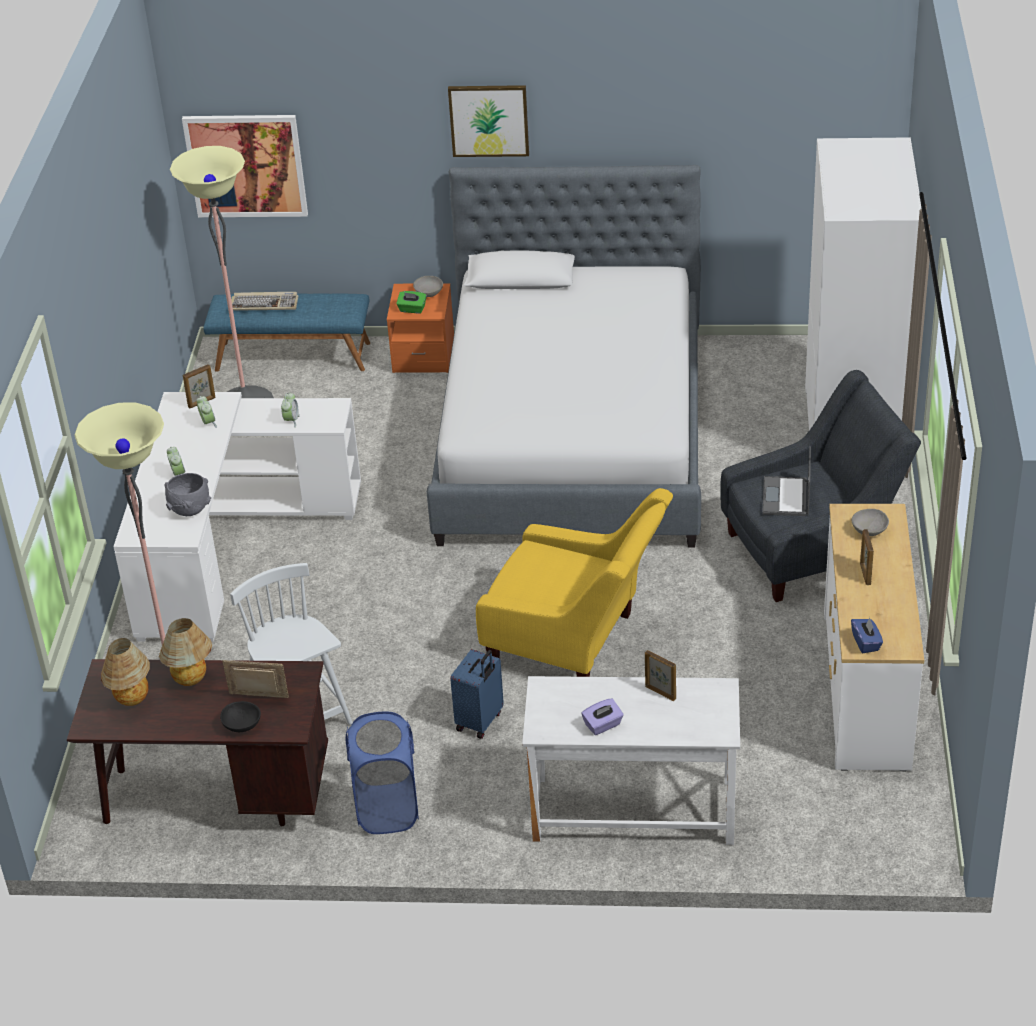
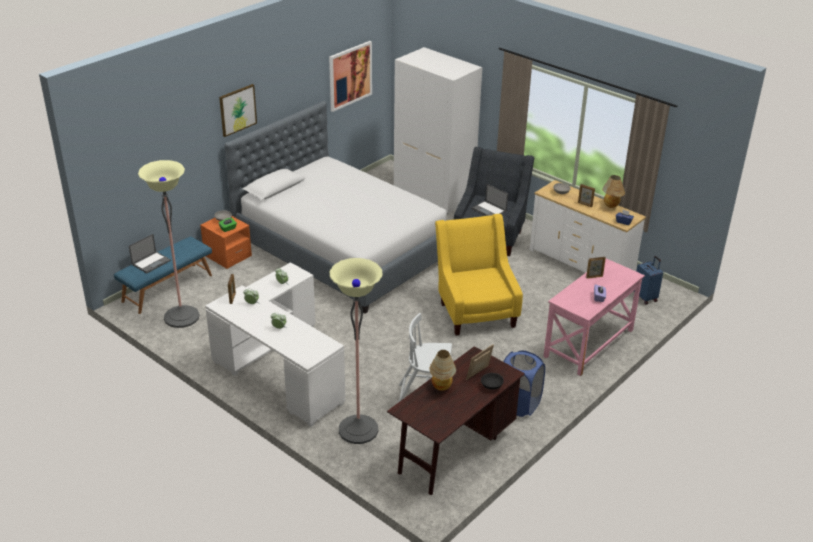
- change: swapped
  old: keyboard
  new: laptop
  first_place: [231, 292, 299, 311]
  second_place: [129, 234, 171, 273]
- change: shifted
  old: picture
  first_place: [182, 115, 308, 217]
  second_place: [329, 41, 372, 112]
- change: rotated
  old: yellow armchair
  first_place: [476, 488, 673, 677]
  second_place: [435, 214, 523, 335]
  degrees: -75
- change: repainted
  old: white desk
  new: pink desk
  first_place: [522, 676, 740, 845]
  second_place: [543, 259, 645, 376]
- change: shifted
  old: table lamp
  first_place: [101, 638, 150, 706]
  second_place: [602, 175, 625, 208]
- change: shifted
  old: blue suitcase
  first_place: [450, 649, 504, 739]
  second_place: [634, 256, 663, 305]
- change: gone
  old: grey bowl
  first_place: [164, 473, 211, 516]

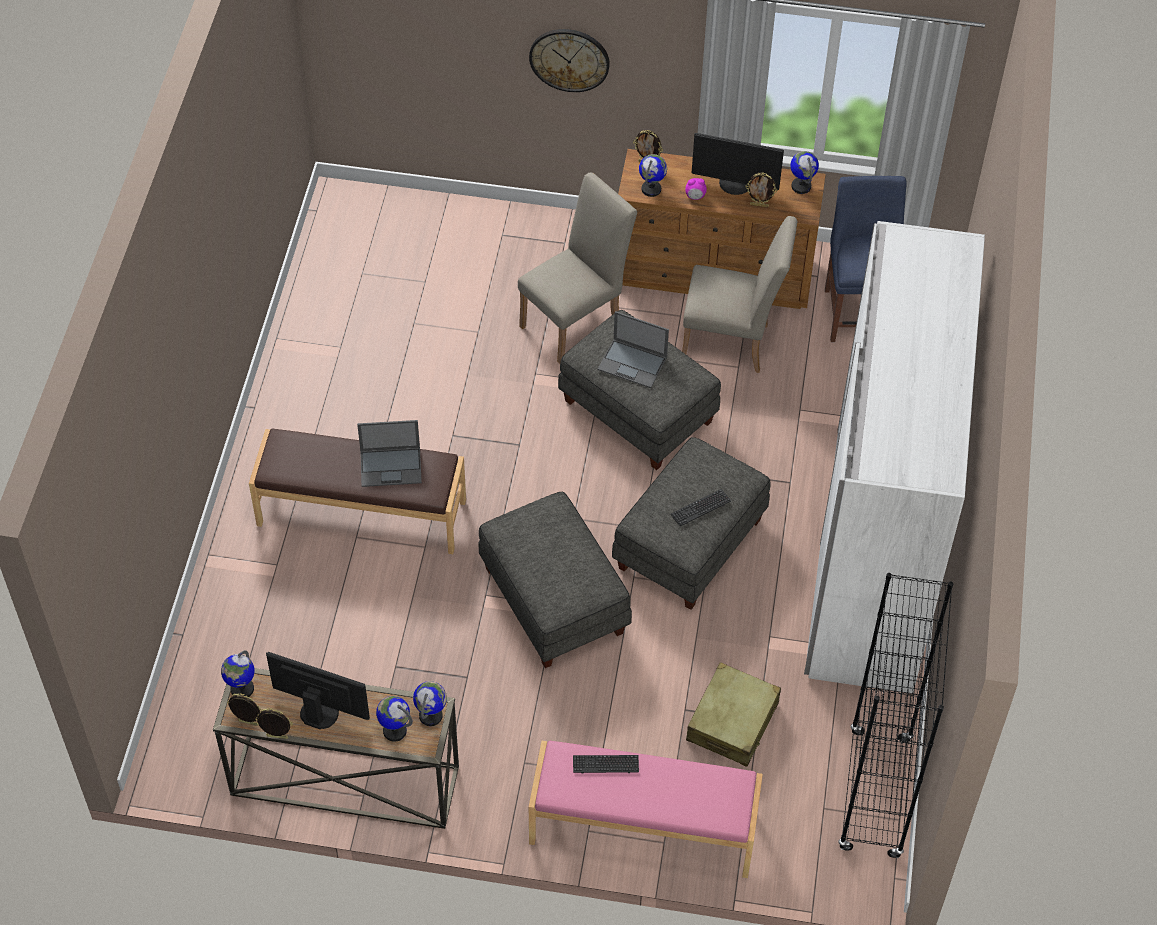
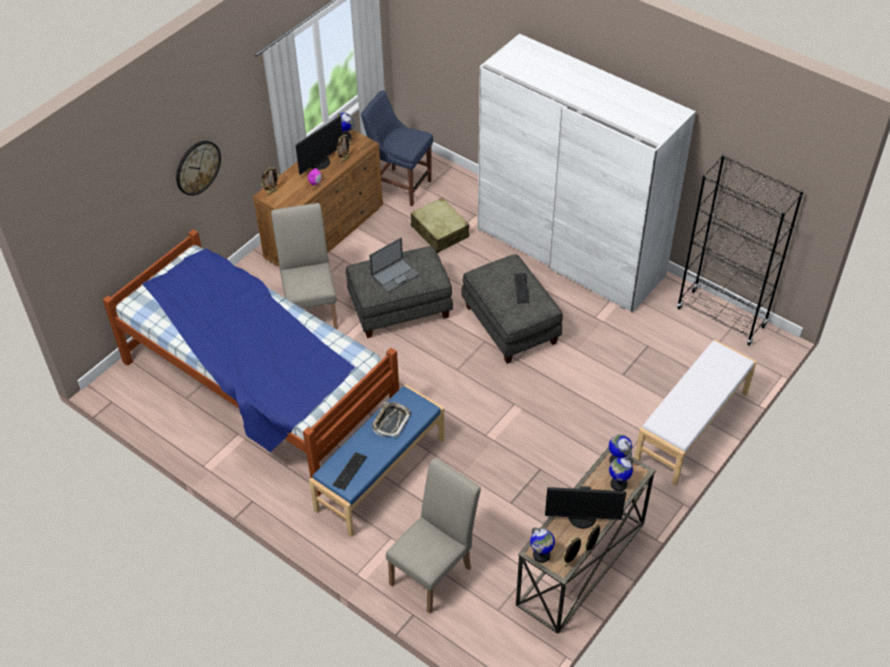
- change: new
  new: bed
  second_place: [103, 229, 399, 496]
- change: repainted
  old: brown bench
  new: blue bench
  first_place: [249, 428, 466, 554]
  second_place: [309, 384, 445, 537]
- change: shifted
  old: keyboard
  first_place: [573, 755, 639, 773]
  second_place: [333, 452, 367, 490]
- change: swapped
  old: laptop
  new: tray
  first_place: [357, 420, 422, 487]
  second_place: [372, 402, 411, 437]
- change: shifted
  old: beige chair
  first_place: [682, 216, 797, 373]
  second_place: [386, 458, 481, 614]
- change: shifted
  old: beige suitcase
  first_place: [686, 662, 781, 767]
  second_place: [411, 198, 469, 253]
- change: rotated
  old: monitor
  first_place: [266, 652, 370, 729]
  second_place: [545, 486, 626, 529]
  degrees: -135
- change: repainted
  old: pink bench
  new: white bench
  first_place: [529, 741, 763, 878]
  second_place: [635, 339, 757, 486]
- change: gone
  old: grey ottoman
  first_place: [479, 492, 632, 668]
- change: gone
  old: globe
  first_place: [639, 154, 667, 197]

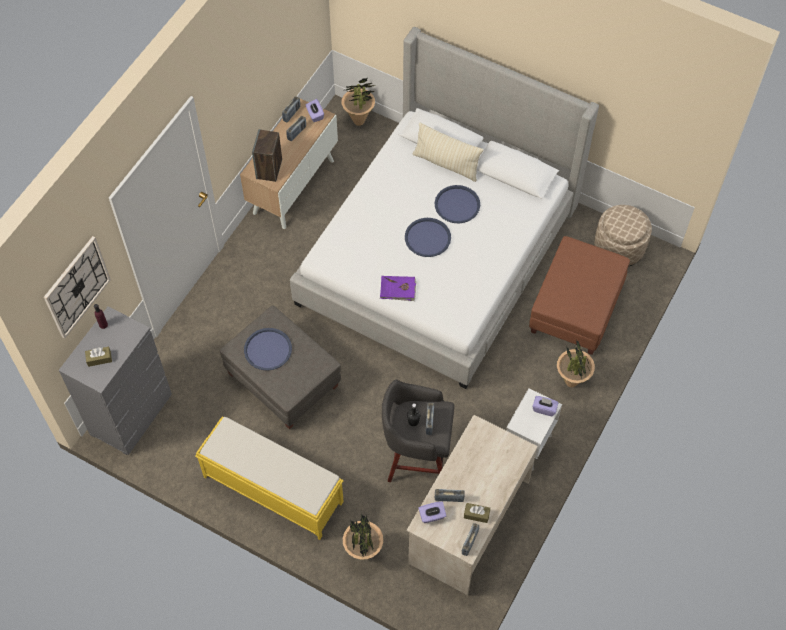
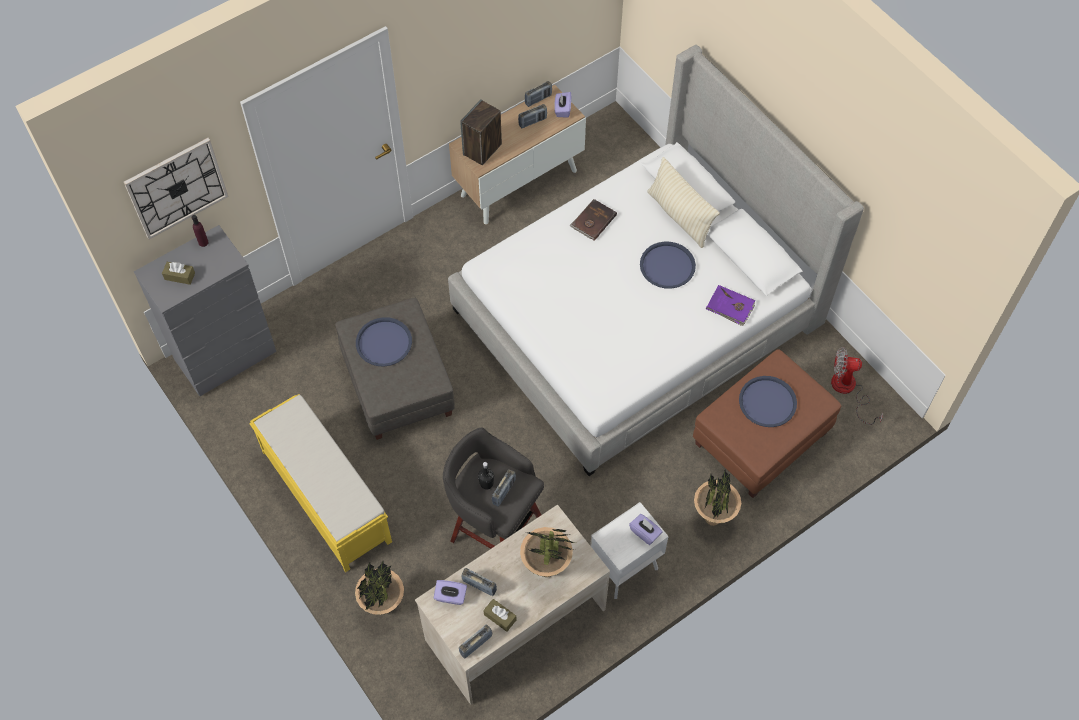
- change: shifted
  old: potted plant
  first_place: [342, 78, 375, 126]
  second_place: [520, 527, 575, 577]
- change: new
  new: brown book
  second_place: [569, 199, 617, 241]
- change: shifted
  old: purple book
  first_place: [380, 276, 416, 301]
  second_place: [706, 285, 755, 326]
- change: shifted
  old: blue tray
  first_place: [405, 218, 451, 257]
  second_place: [739, 376, 797, 427]
- change: swapped
  old: beige ottoman
  new: fan
  first_place: [594, 205, 652, 267]
  second_place: [831, 347, 883, 425]

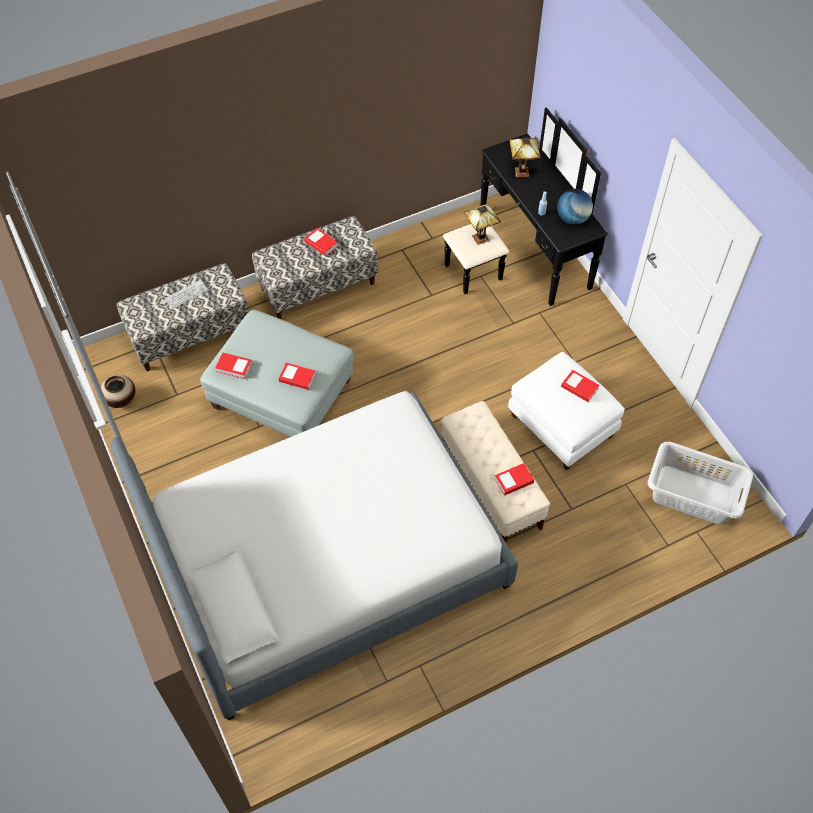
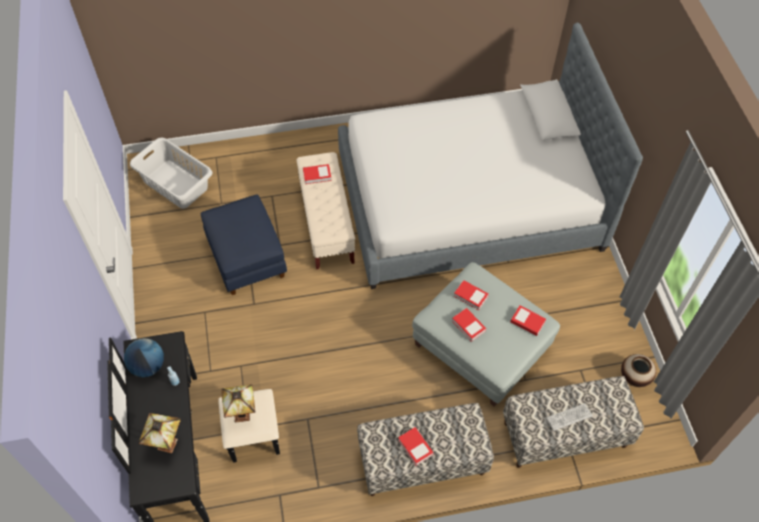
- change: repainted
  old: white ottoman
  new: blue ottoman
  first_place: [508, 352, 625, 470]
  second_place: [200, 194, 287, 295]
- change: shifted
  old: book
  first_place: [561, 370, 599, 402]
  second_place: [452, 308, 486, 342]

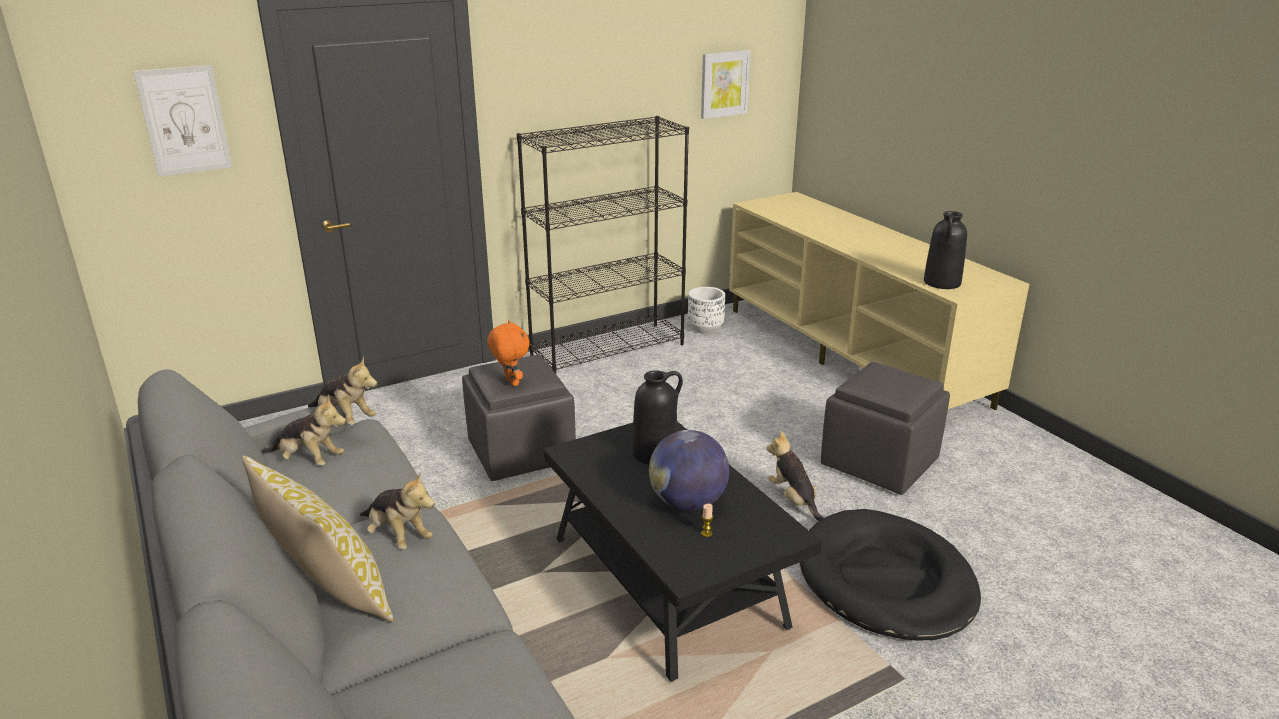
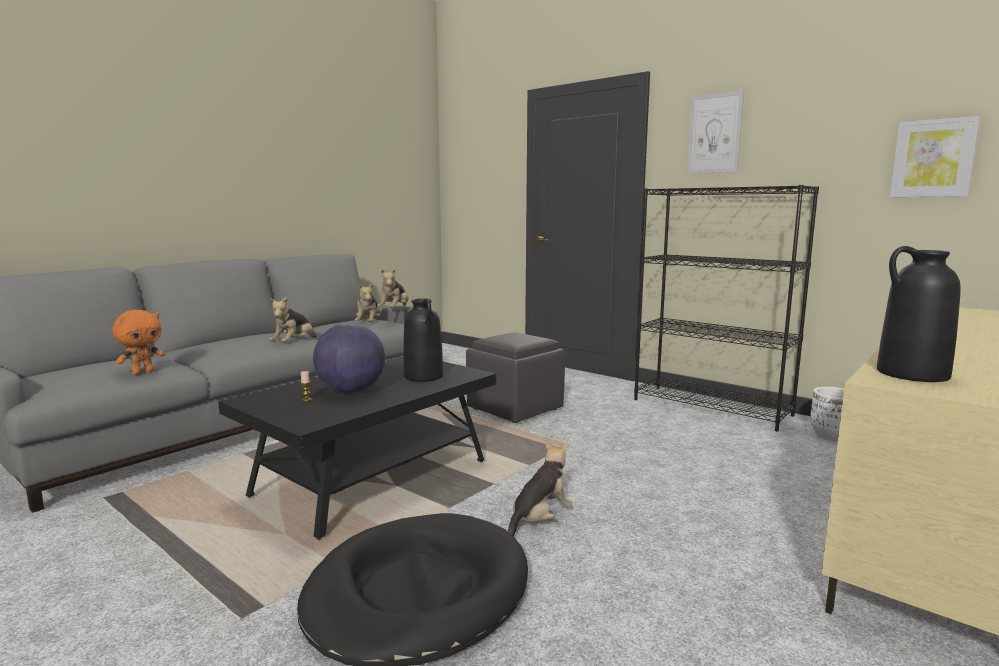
- change: shifted
  old: orange plush toy
  first_place: [487, 320, 530, 386]
  second_place: [113, 310, 165, 375]
- change: shifted
  old: picture
  first_place: [133, 65, 232, 177]
  second_place: [687, 90, 744, 174]
- change: gone
  old: pillow
  first_place: [242, 456, 394, 622]
- change: gone
  old: grey ottoman
  first_place: [821, 362, 950, 495]

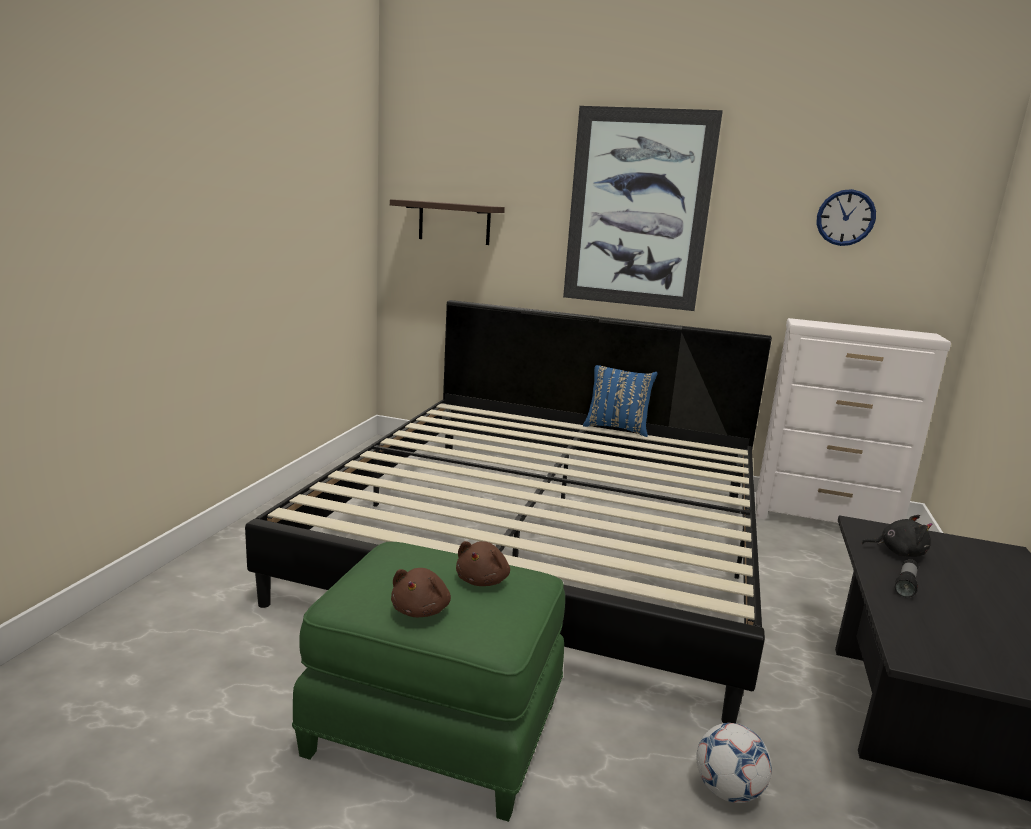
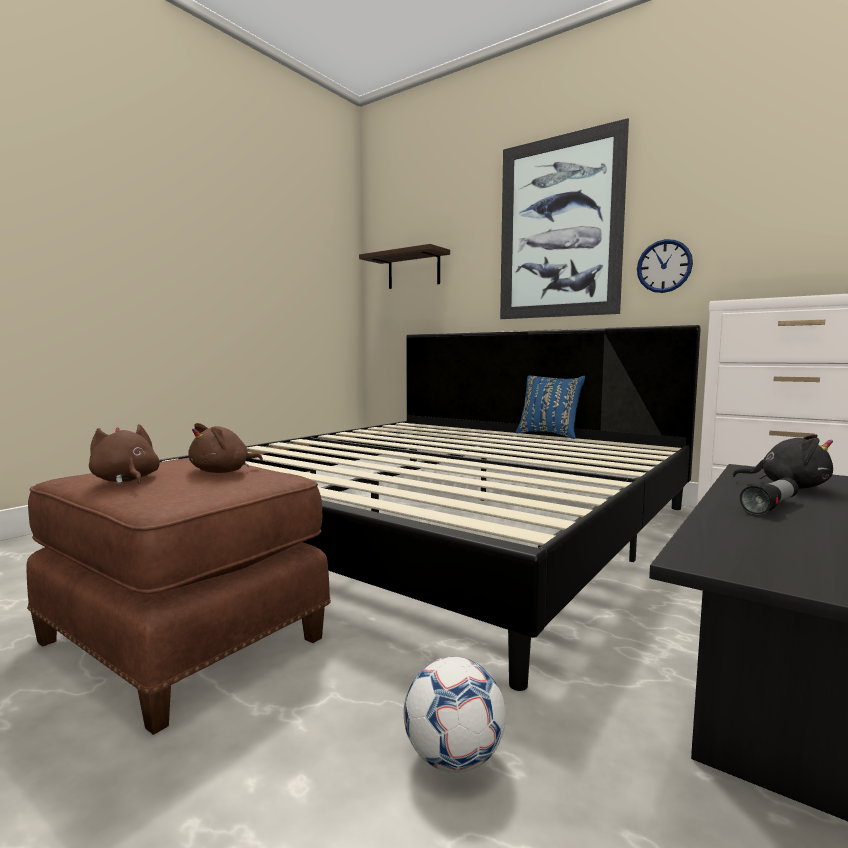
- change: repainted
  old: green ottoman
  new: brown ottoman
  first_place: [292, 542, 565, 822]
  second_place: [26, 458, 331, 735]
- change: rotated
  old: brown plush toy
  first_place: [391, 568, 451, 617]
  second_place: [89, 424, 160, 484]
  degrees: 105
- change: shifted
  old: wall clock
  first_place: [817, 189, 876, 246]
  second_place: [637, 239, 693, 293]

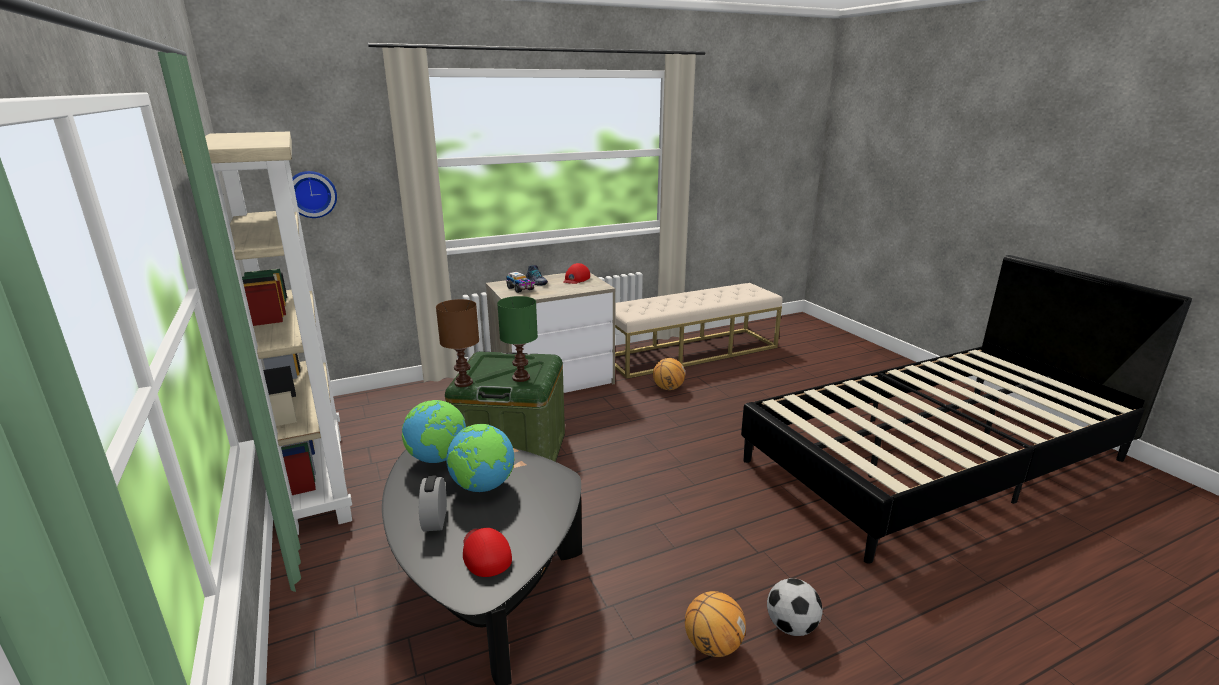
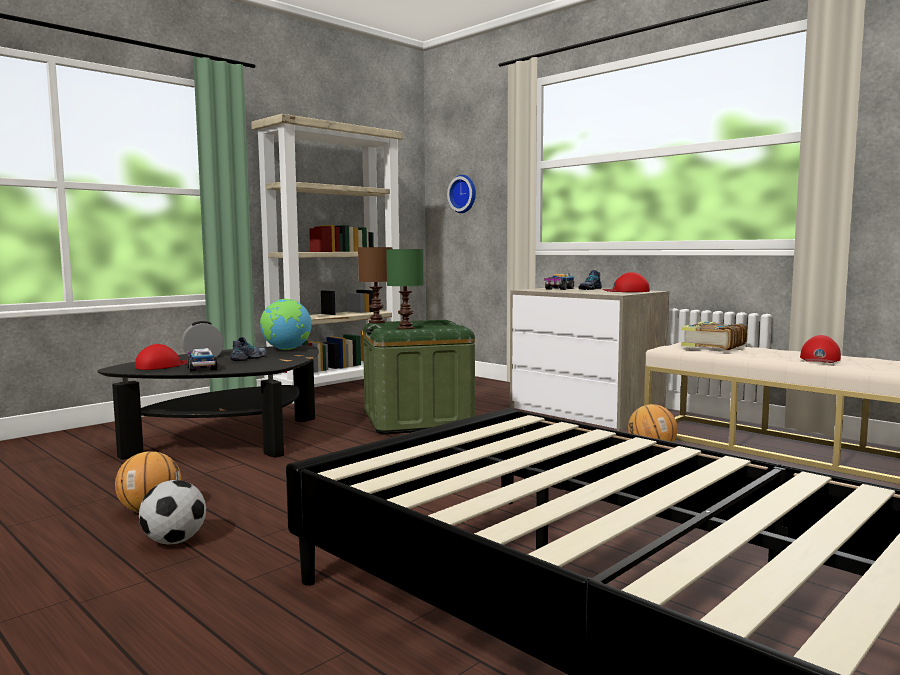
- change: new
  new: toy truck
  second_place: [187, 348, 217, 372]
- change: swapped
  old: globe
  new: shoe
  first_place: [446, 424, 515, 492]
  second_place: [230, 337, 267, 361]
- change: new
  new: book
  second_place: [681, 322, 747, 350]
- change: new
  new: red cap
  second_place: [800, 335, 841, 363]

